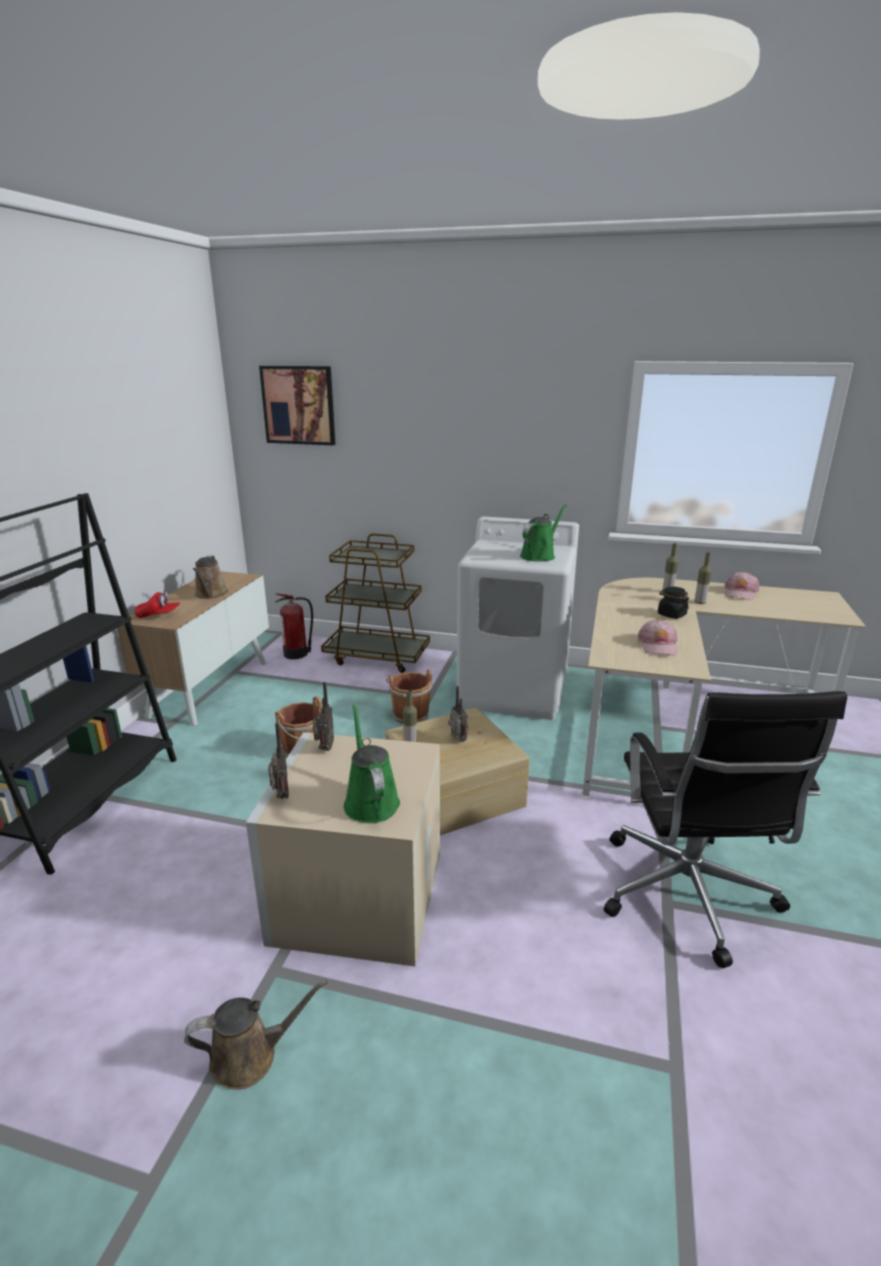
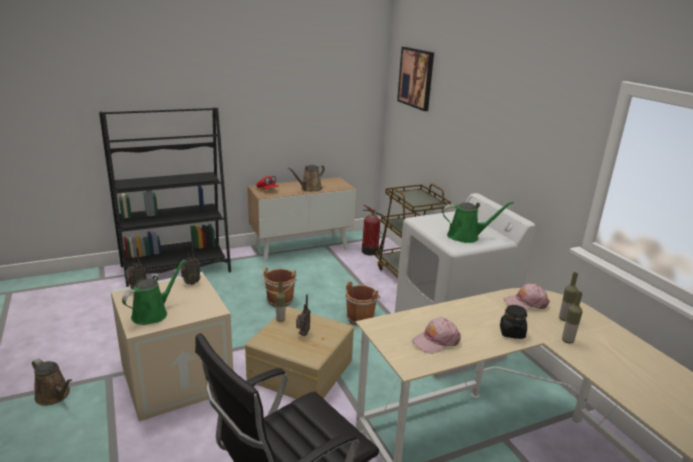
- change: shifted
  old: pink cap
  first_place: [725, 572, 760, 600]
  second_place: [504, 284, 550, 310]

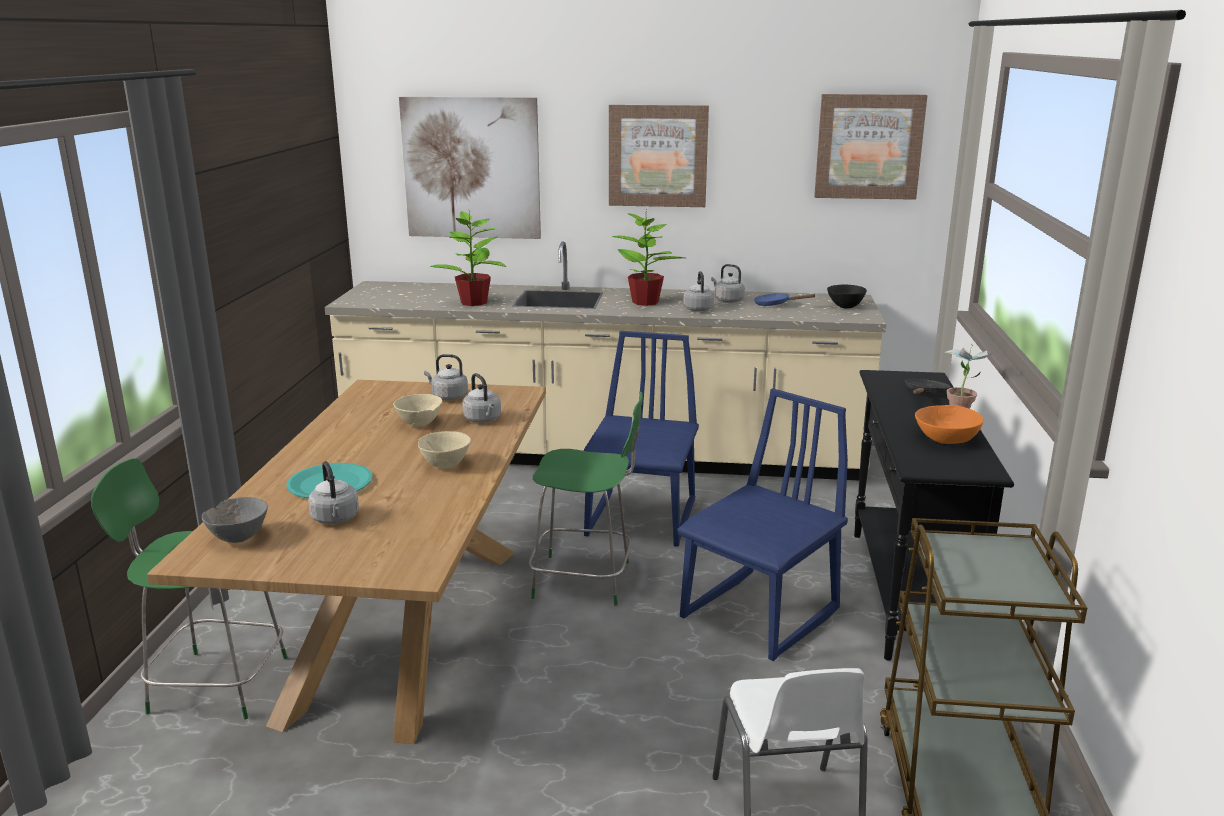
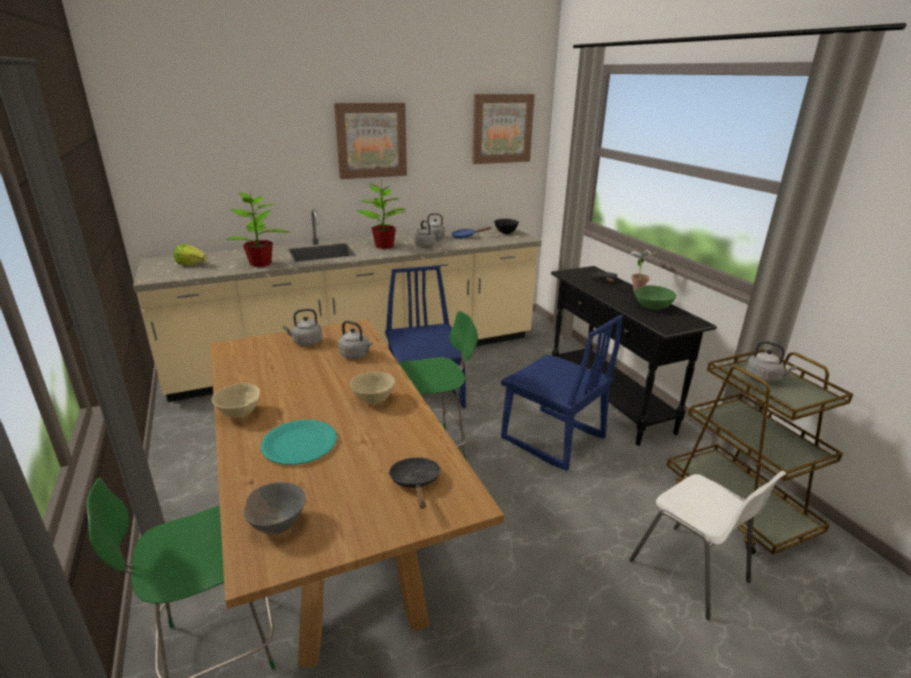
- change: new
  new: lettuce
  second_place: [173, 244, 207, 265]
- change: shifted
  old: beige bowl
  first_place: [393, 394, 442, 426]
  second_place: [212, 383, 260, 418]
- change: new
  new: black frying pan
  second_place: [388, 457, 441, 509]
- change: rotated
  old: blue chair
  first_place: [677, 388, 848, 661]
  second_place: [501, 315, 623, 471]
  degrees: 120
- change: repainted
  old: orange bowl
  new: green bowl
  first_place: [915, 405, 983, 444]
  second_place: [634, 285, 676, 310]
- change: shifted
  old: grey kettle
  first_place: [308, 461, 359, 524]
  second_place: [746, 341, 797, 383]
- change: gone
  old: picture
  first_place: [399, 97, 541, 239]

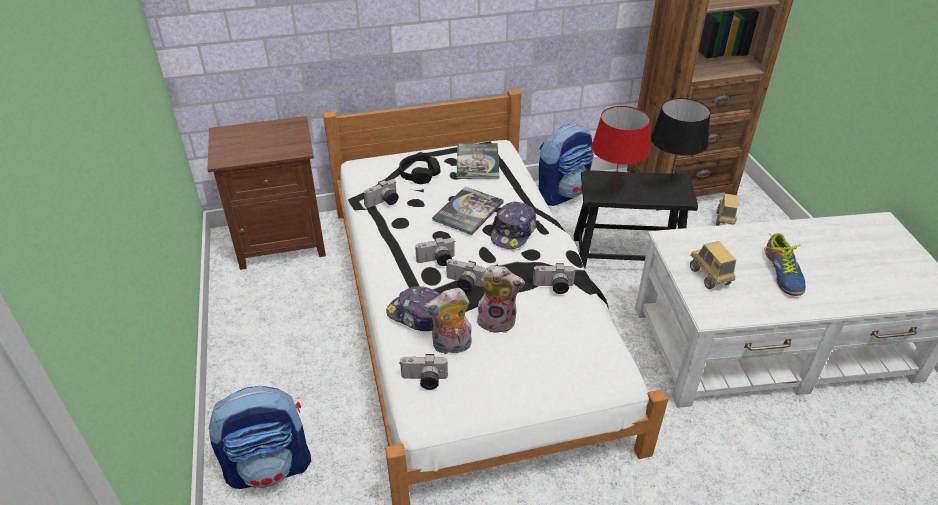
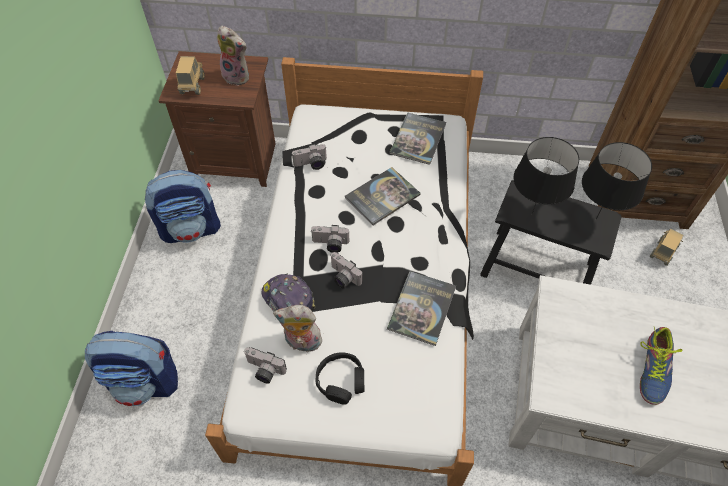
- change: shifted
  old: backpack
  first_place: [538, 124, 594, 206]
  second_place: [145, 170, 221, 243]
- change: shifted
  old: toy truck
  first_place: [690, 241, 736, 289]
  second_place: [176, 56, 205, 95]
- change: shifted
  old: plush toy
  first_place: [477, 265, 525, 333]
  second_place: [217, 26, 249, 86]
- change: shifted
  old: black headphones
  first_place: [399, 154, 440, 184]
  second_place: [315, 352, 364, 405]
- change: swapped
  old: photo camera
  new: book
  first_place: [533, 263, 576, 294]
  second_place: [387, 271, 456, 346]
- change: repainted
  old: red table lamp
  new: black table lamp
  first_place: [592, 106, 650, 189]
  second_place: [513, 137, 579, 214]
- change: gone
  old: cap
  first_place: [491, 202, 536, 249]

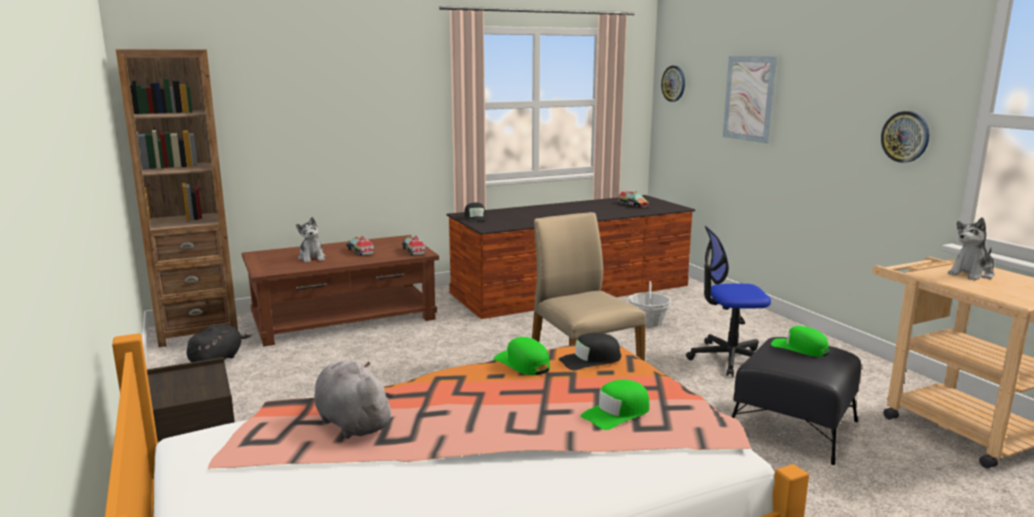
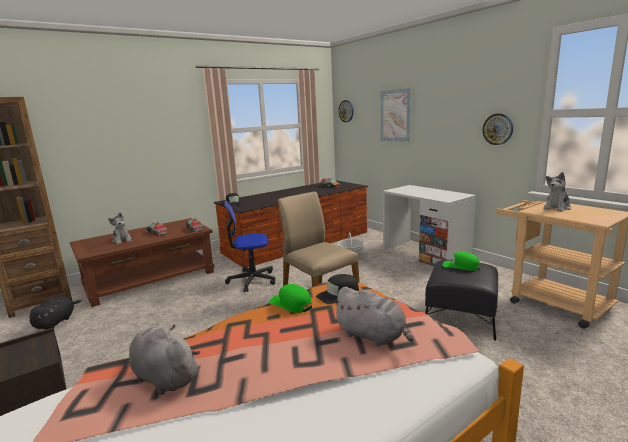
- change: shifted
  old: office chair
  first_place: [686, 226, 771, 377]
  second_place: [224, 200, 275, 292]
- change: swapped
  old: green cap
  new: grey plush toy
  first_place: [581, 380, 649, 430]
  second_place: [332, 287, 413, 346]
- change: new
  new: white desk
  second_place: [383, 185, 476, 266]

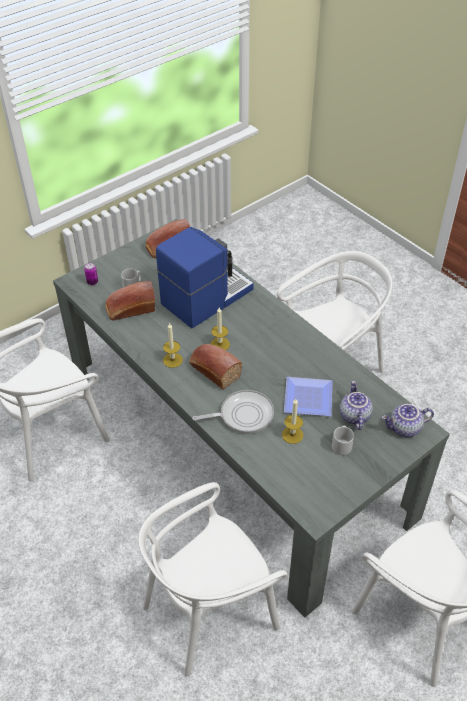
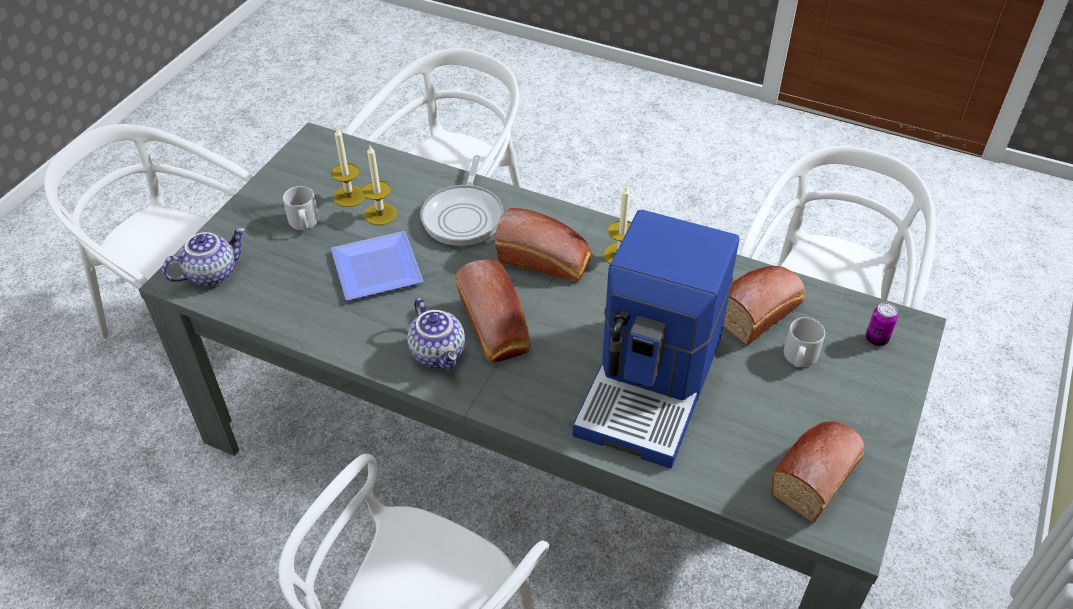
- change: shifted
  old: candle
  first_place: [211, 307, 230, 350]
  second_place: [331, 128, 365, 207]
- change: shifted
  old: teapot
  first_place: [340, 381, 373, 430]
  second_place: [407, 298, 465, 370]
- change: rotated
  old: frying pan
  first_place: [192, 390, 274, 434]
  second_place: [420, 155, 504, 246]
  degrees: -45
- change: new
  new: bread
  second_place: [456, 259, 531, 363]

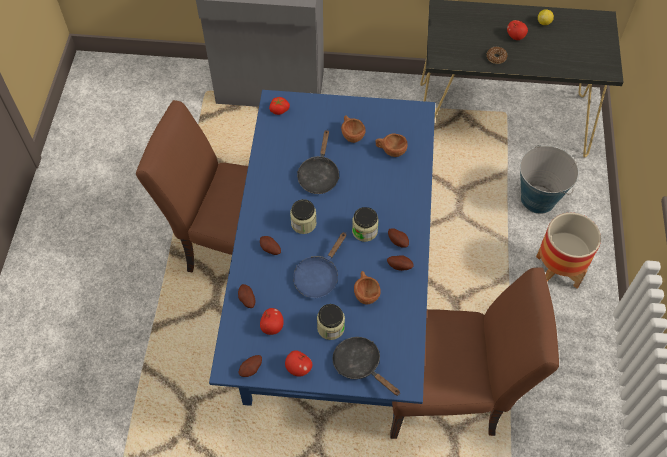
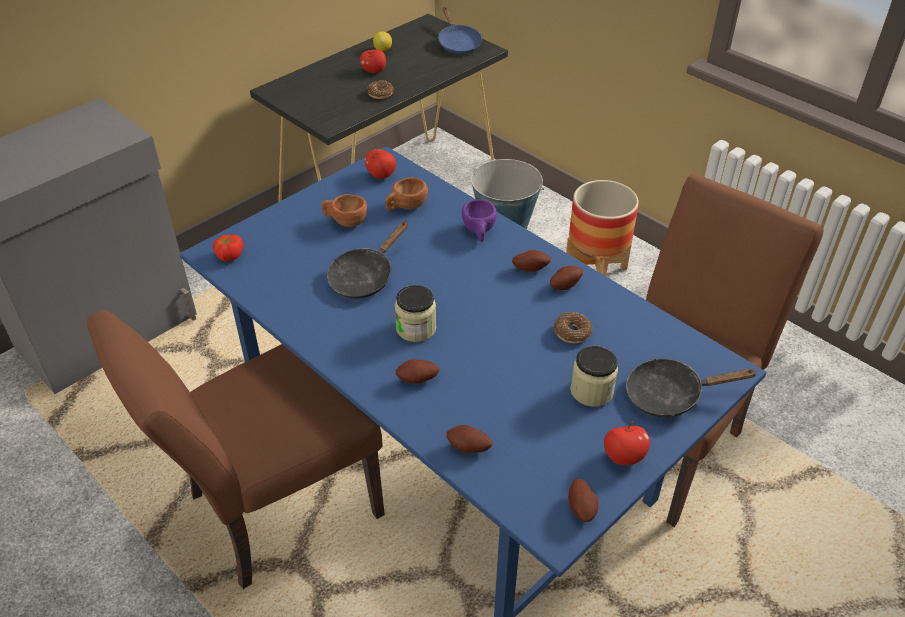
- change: rotated
  old: black frying pan
  first_place: [297, 129, 339, 194]
  second_place: [327, 221, 408, 299]
  degrees: 75
- change: shifted
  old: apple
  first_place: [260, 308, 284, 335]
  second_place: [365, 149, 396, 179]
- change: shifted
  old: blue frying pan
  first_place: [293, 233, 346, 298]
  second_place: [438, 7, 482, 54]
- change: new
  new: purple cup
  second_place: [462, 199, 497, 242]
- change: swapped
  old: brown cup
  new: donut
  first_place: [354, 271, 381, 304]
  second_place: [554, 312, 593, 343]
- change: gone
  old: jar
  first_place: [352, 207, 379, 242]

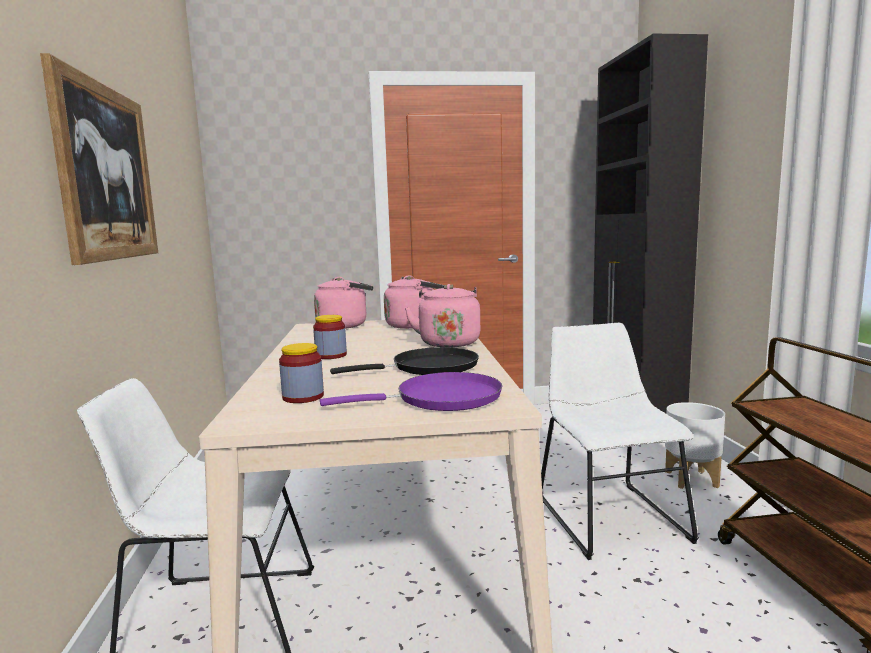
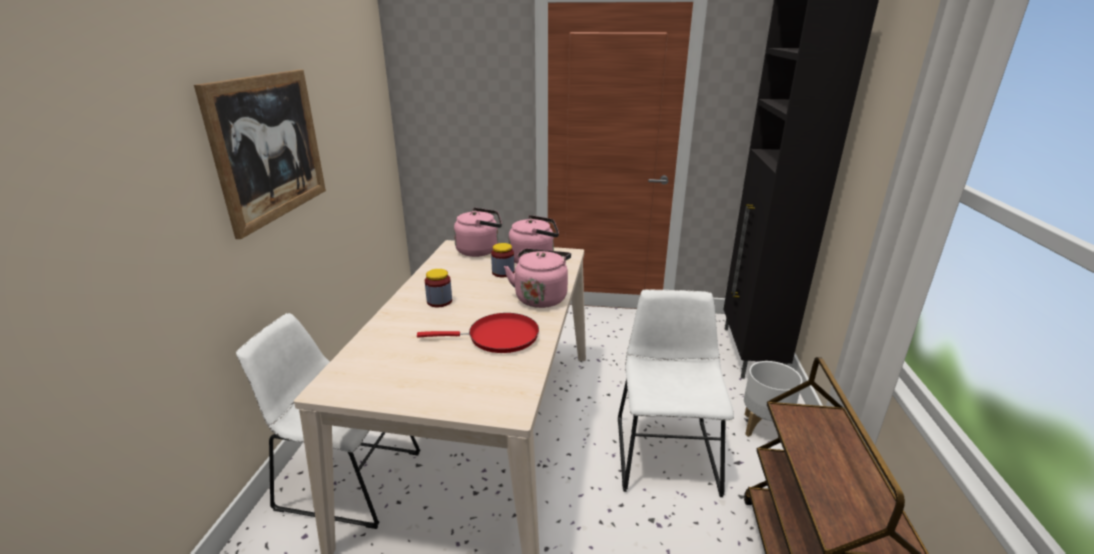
- change: repainted
  old: black frying pan
  new: red frying pan
  first_place: [330, 347, 479, 375]
  second_place: [417, 313, 539, 353]
- change: shifted
  old: jar
  first_place: [279, 343, 324, 403]
  second_place: [491, 243, 514, 277]
- change: gone
  old: purple frying pan
  first_place: [320, 372, 502, 411]

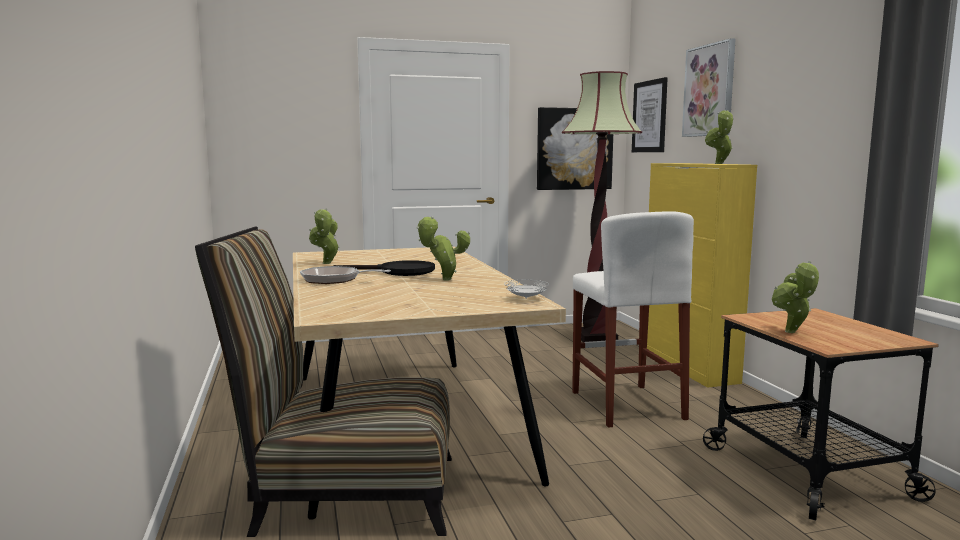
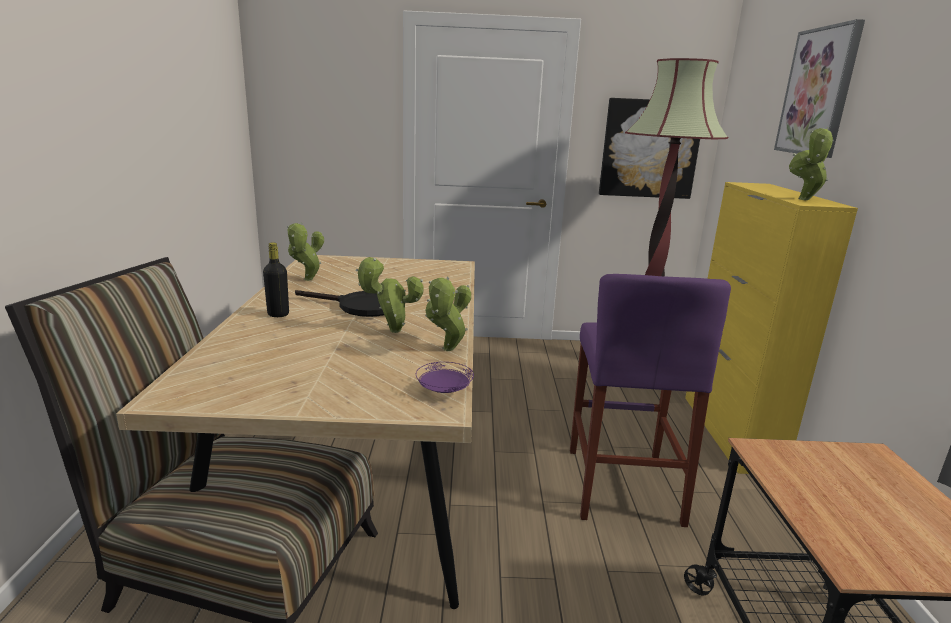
- change: swapped
  old: frying pan
  new: black bottle
  first_place: [300, 266, 391, 284]
  second_place: [263, 242, 289, 317]
- change: repainted
  old: white plate
  new: purple plate
  first_place: [504, 280, 549, 299]
  second_place: [416, 362, 474, 393]
- change: shifted
  old: potted plant
  first_place: [772, 261, 819, 333]
  second_place: [425, 277, 471, 351]
- change: repainted
  old: white stool
  new: purple stool
  first_place: [572, 211, 694, 428]
  second_place: [570, 274, 731, 527]
- change: gone
  old: picture
  first_place: [632, 77, 668, 152]

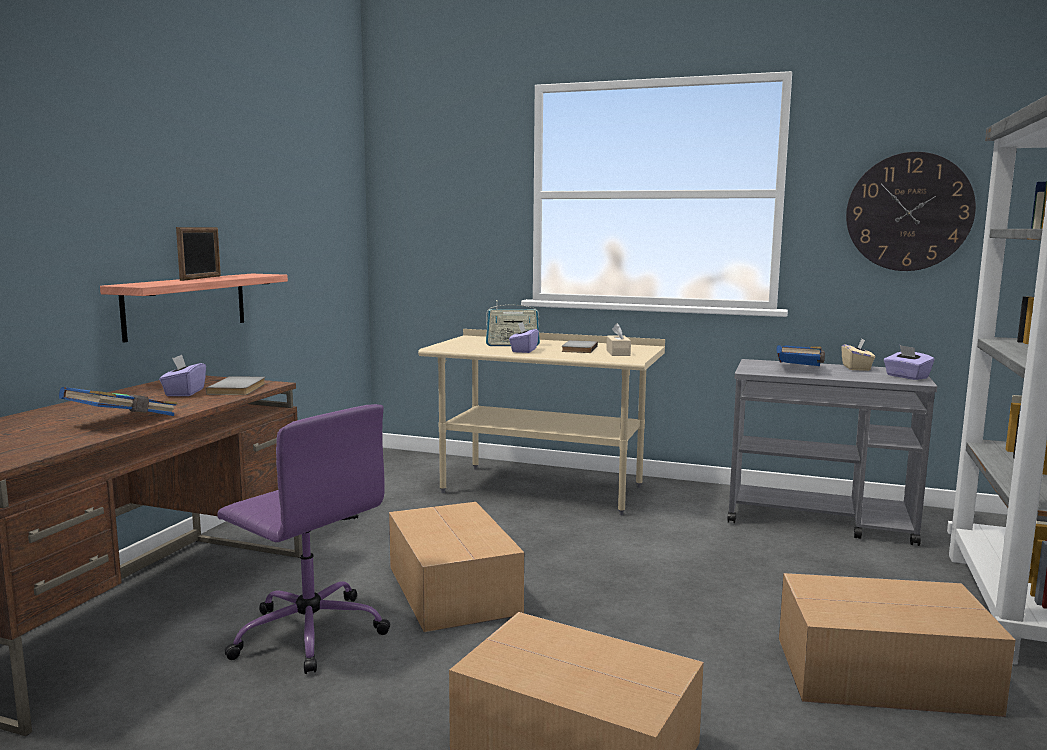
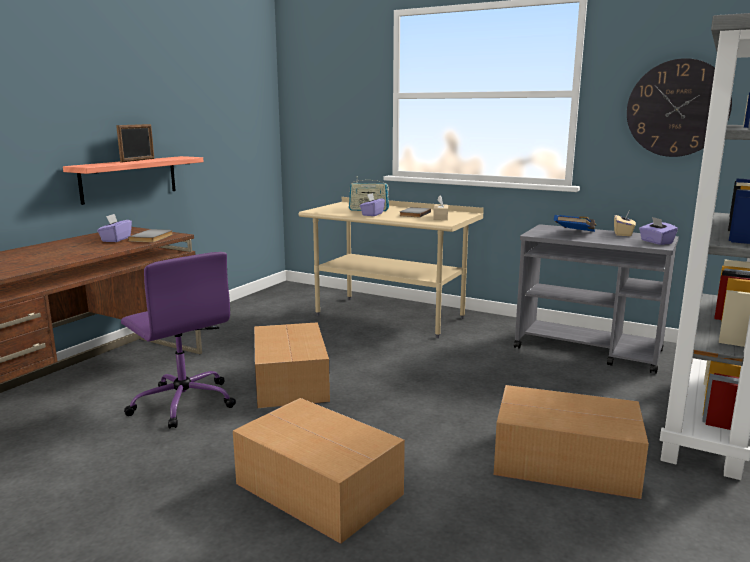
- change: gone
  old: blue book
  first_place: [59, 387, 178, 416]

